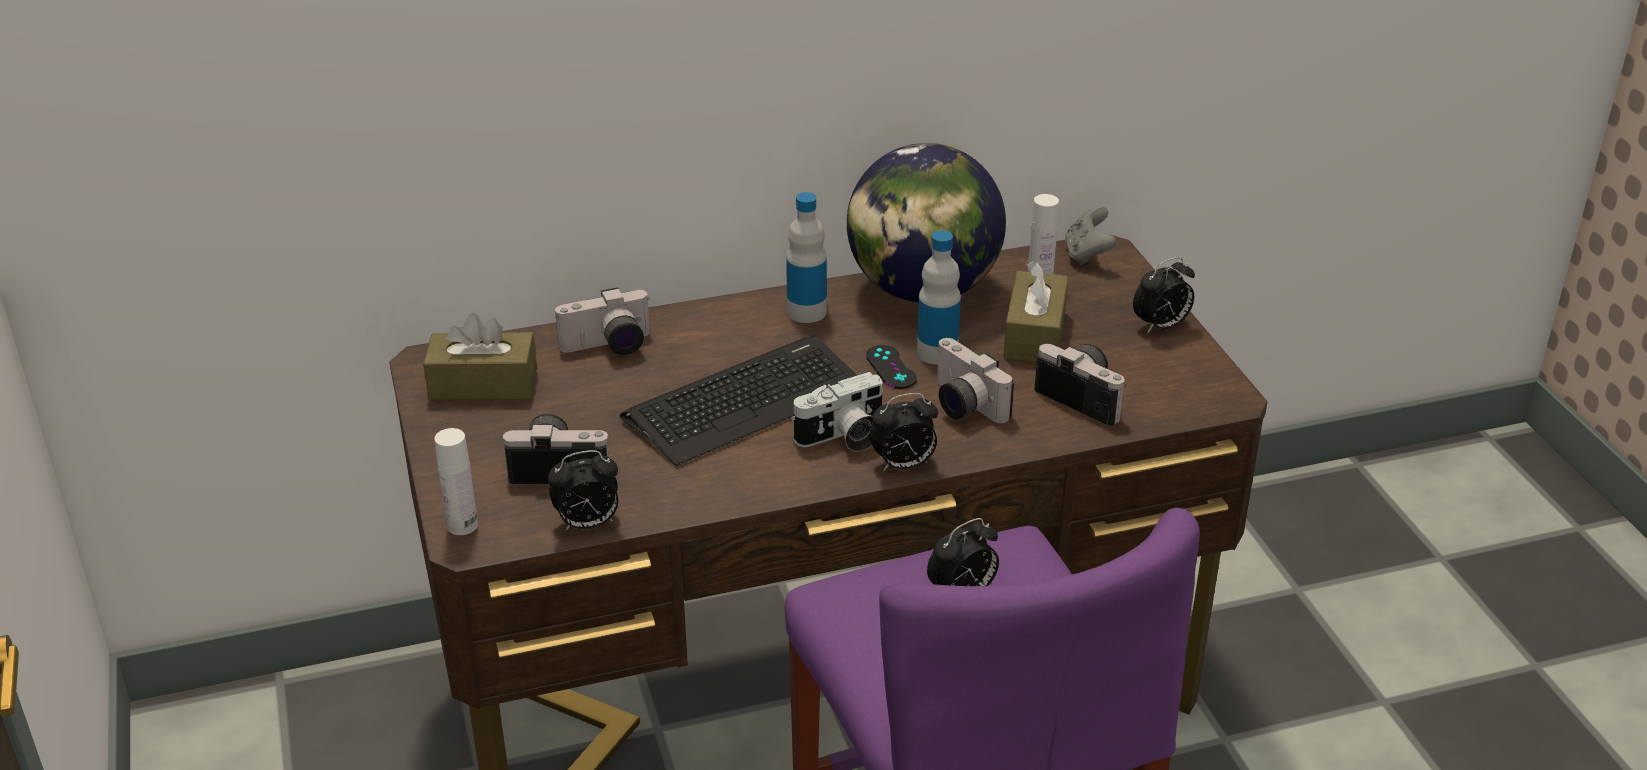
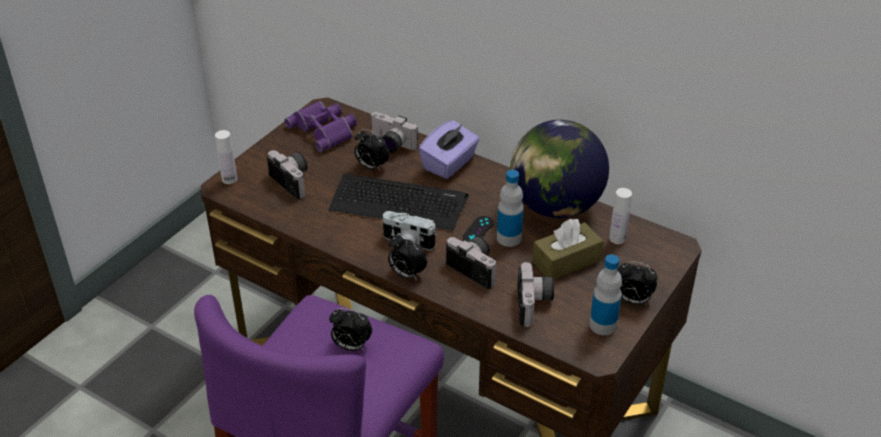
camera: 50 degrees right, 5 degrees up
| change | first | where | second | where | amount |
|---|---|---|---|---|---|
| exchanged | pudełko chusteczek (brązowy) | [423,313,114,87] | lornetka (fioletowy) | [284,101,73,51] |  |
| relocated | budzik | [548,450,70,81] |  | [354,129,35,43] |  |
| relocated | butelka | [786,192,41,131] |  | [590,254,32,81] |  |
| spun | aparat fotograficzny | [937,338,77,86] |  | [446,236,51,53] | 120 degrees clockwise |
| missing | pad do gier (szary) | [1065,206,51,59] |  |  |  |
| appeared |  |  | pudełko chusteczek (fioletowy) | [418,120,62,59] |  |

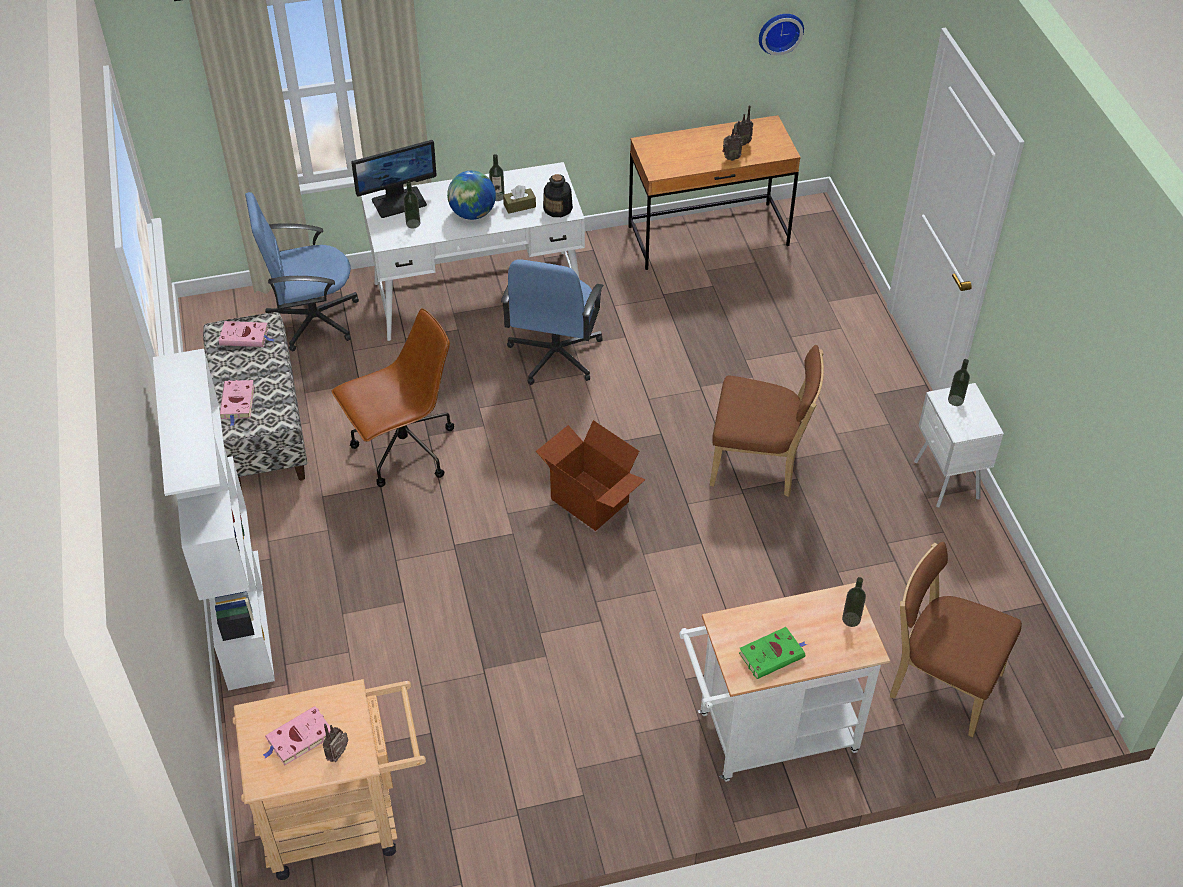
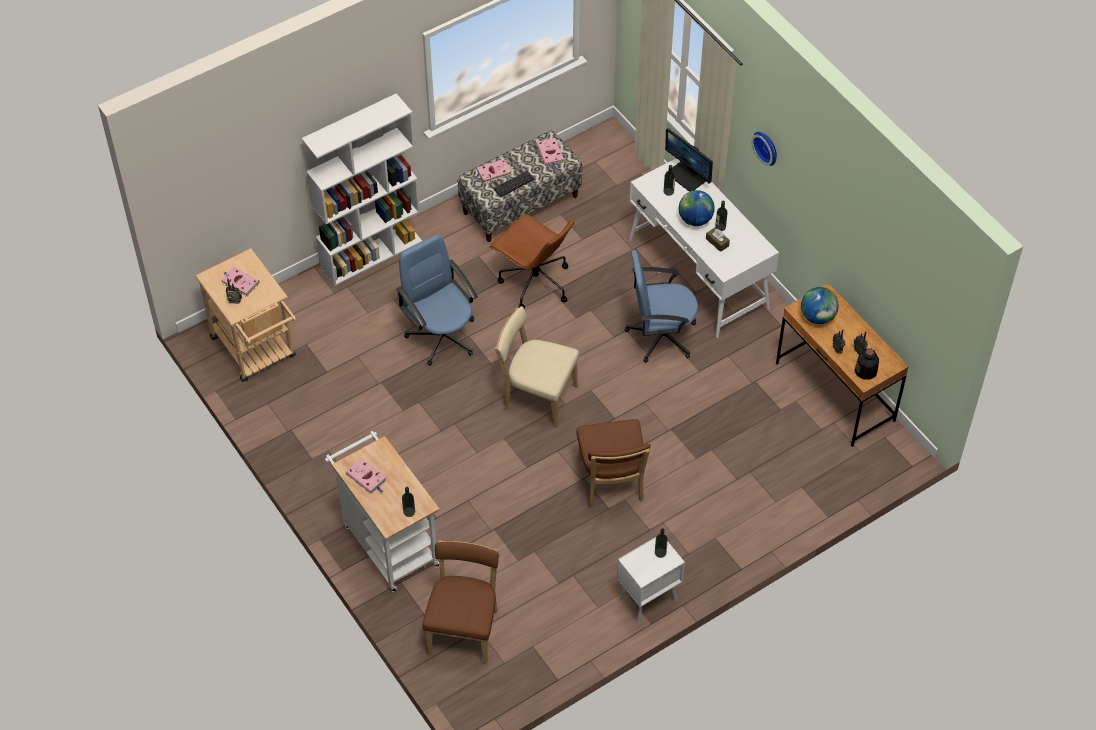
camera: 70 degrees right, 5 degrees up
| change | first | where | second | where | amount |
|---|---|---|---|---|---|
| relocated | krzesło biurowe (niebieski) | [245,192,114,159] |  | [396,235,82,131] |  |
| exchanged | karton | [536,420,110,111] | krzesło (beżowy) | [495,306,84,121] |  |
| relocated | butelka | [543,174,30,43] |  | [854,349,25,31] |  |
| colour | książka (zielony) | [739,627,68,52] | książka (różowy) | [346,458,40,36] |  |
| relocated | zegar ścienny | [759,14,45,41] |  | [752,132,25,34] |  |
| appeared |  |  | klawiatura | [494,171,40,26] |  |
| appeared |  |  | globus | [801,287,38,37] |  |

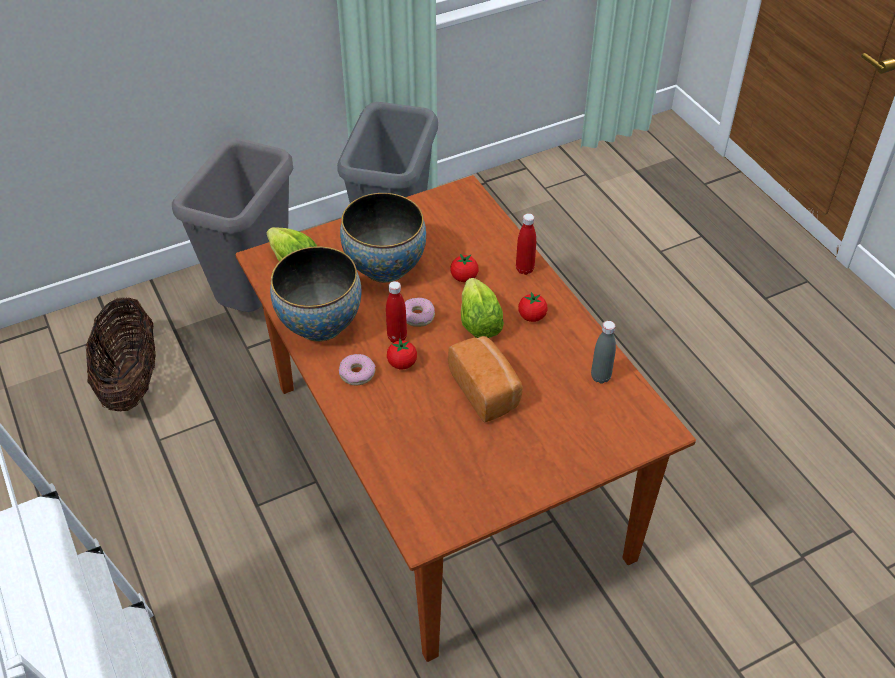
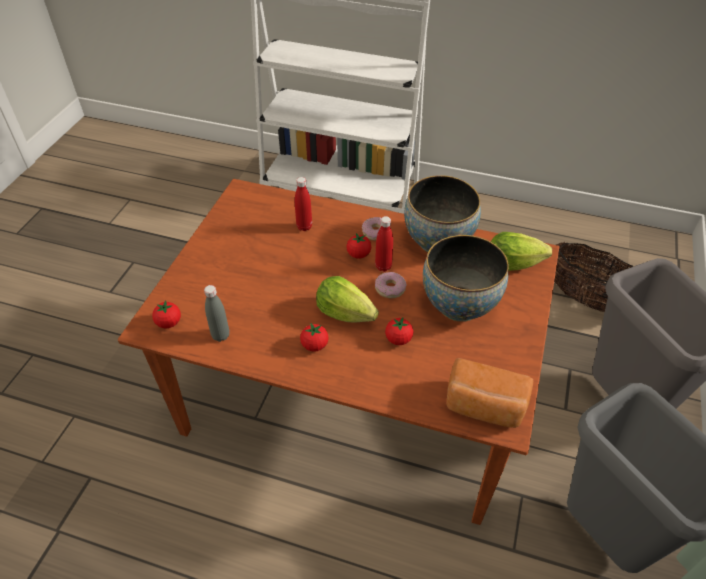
camera: 135 degrees right, 0 degrees up
| change | first | where | second | where | amount |
|---|---|---|---|---|---|
| relocated | chleb | [448,336,75,86] |  | [446,358,87,70] |  |
| relocated | butelka (czerwony) | [516,213,20,62] |  | [295,177,17,54] |  |
| appeared |  |  | pomidor | [152,300,29,29] |  |

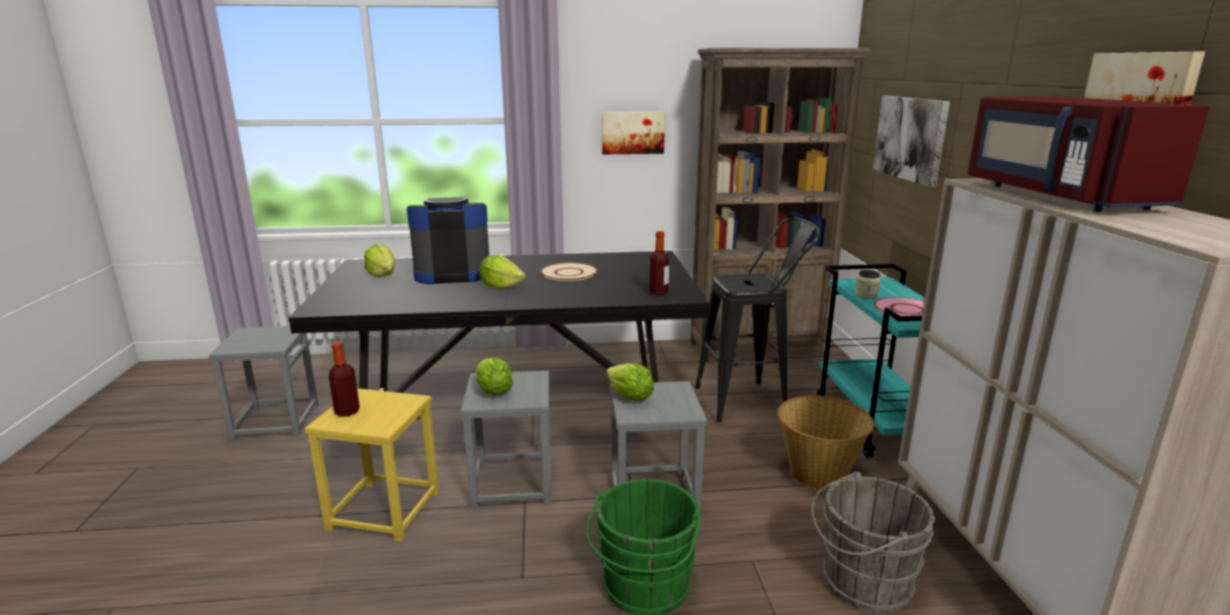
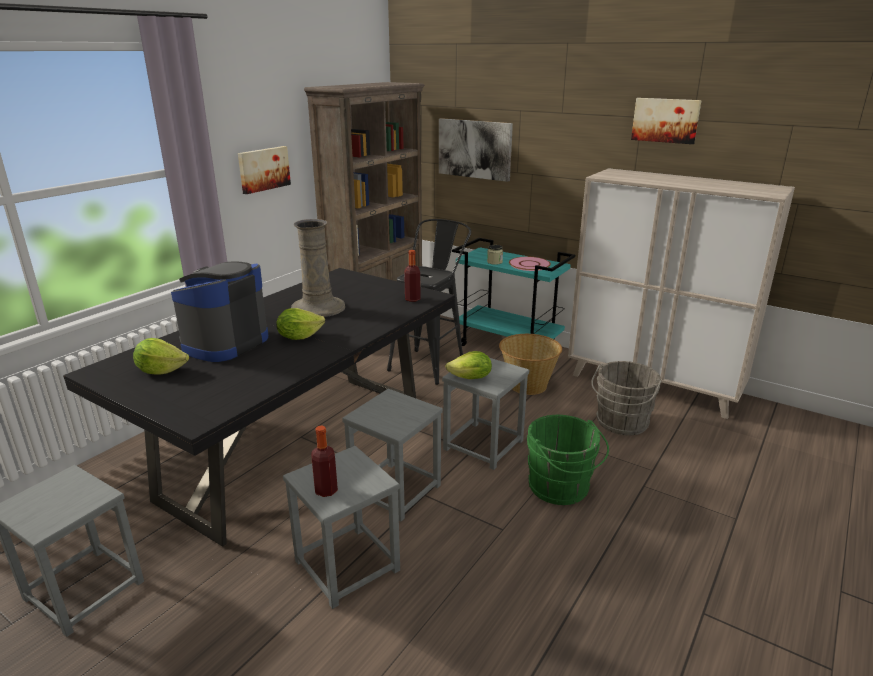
camera: 50 degrees left, 5 degrees up
| change | first | where | second | where | amount |
|---|---|---|---|---|---|
| colour | stołek (żółty) | [305,388,134,154] | stołek (szary) | [283,446,117,163] |  |
| missing | sałata | [476,358,37,37] |  |  |  |
| exchanged | talerz (beżowy) | [540,263,58,18] | wazon (beżowy) | [291,219,54,98] |  |
| missing | mikrofalówka (czerwony) | [968,96,241,116] |  |  |  |

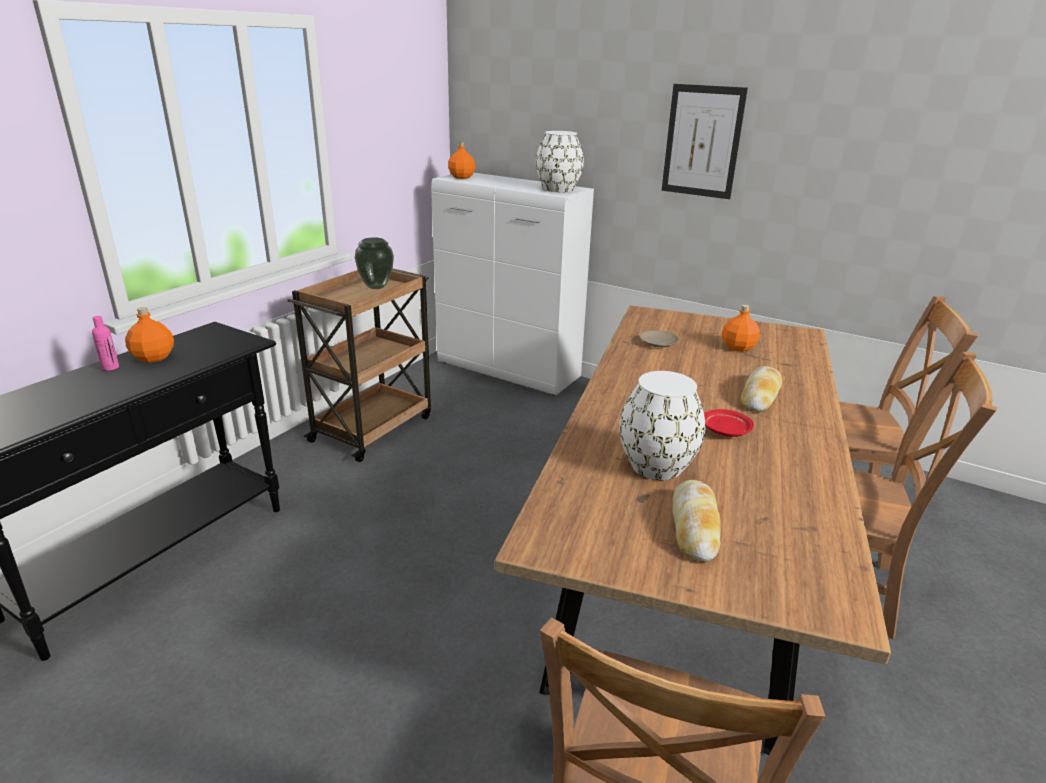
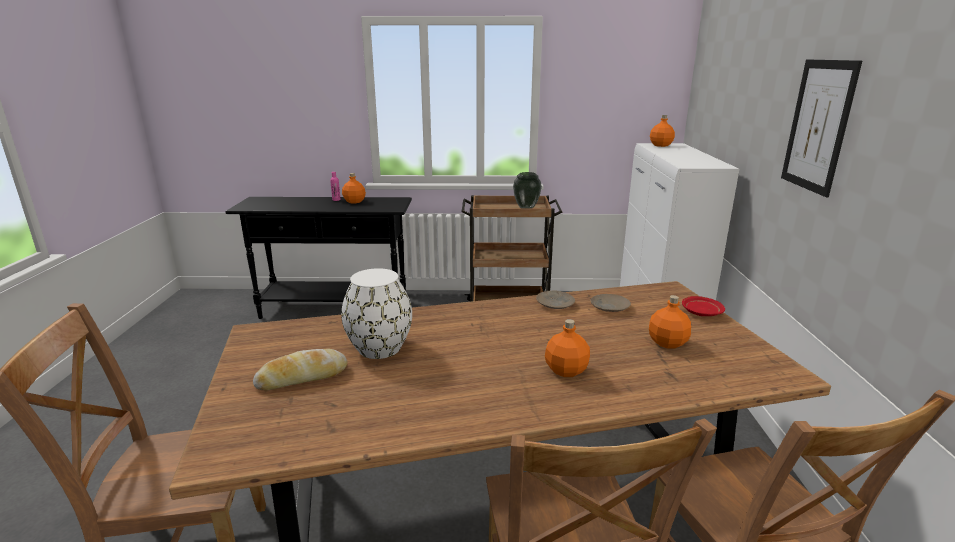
camera: 60 degrees right, 5 degrees down
| change | first | where | second | where | amount |
|---|---|---|---|---|---|
| missing | wazon (biały) | [536,131,48,61] |  |  |  |
| relocated | talerz (czerwony) | [704,409,50,28] |  | [682,296,43,20] |  |
| exchanged | chleb | [741,366,41,46] | butelka (pomarańczowy) | [545,319,45,58] |  |
| appeared |  |  | talerz (beżowy) | [536,291,39,18] |  |

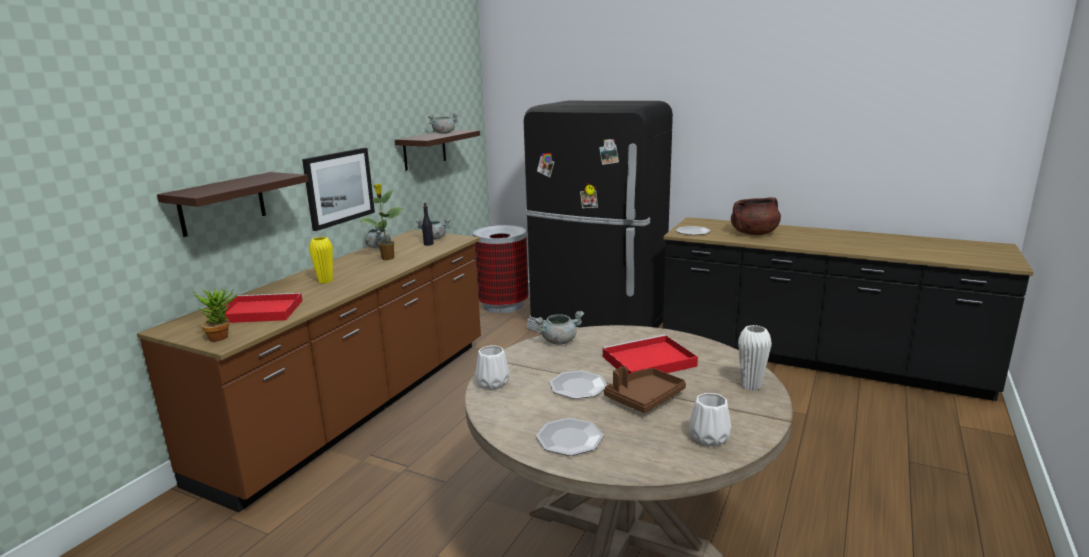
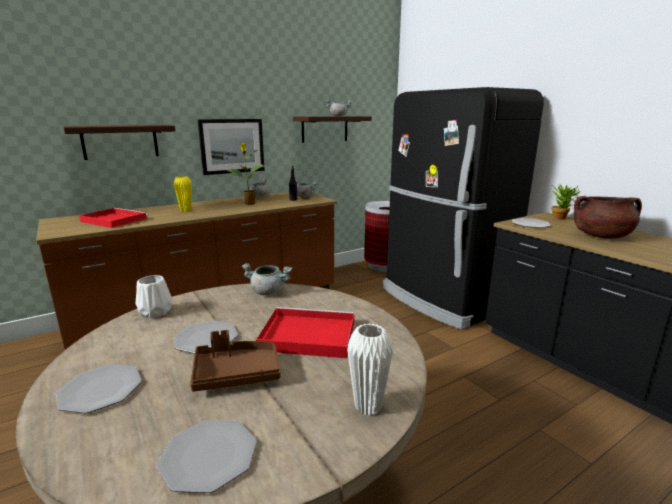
camera: 30 degrees right, 0 degrees up
| change | first | where | second | where | amount |
|---|---|---|---|---|---|
| relocated | roślina doniczkowa | [192,289,44,52] |  | [552,184,28,36] |  |
| exchanged | wazon (biały) | [689,393,42,54] | talerz | [156,420,101,73] |  |

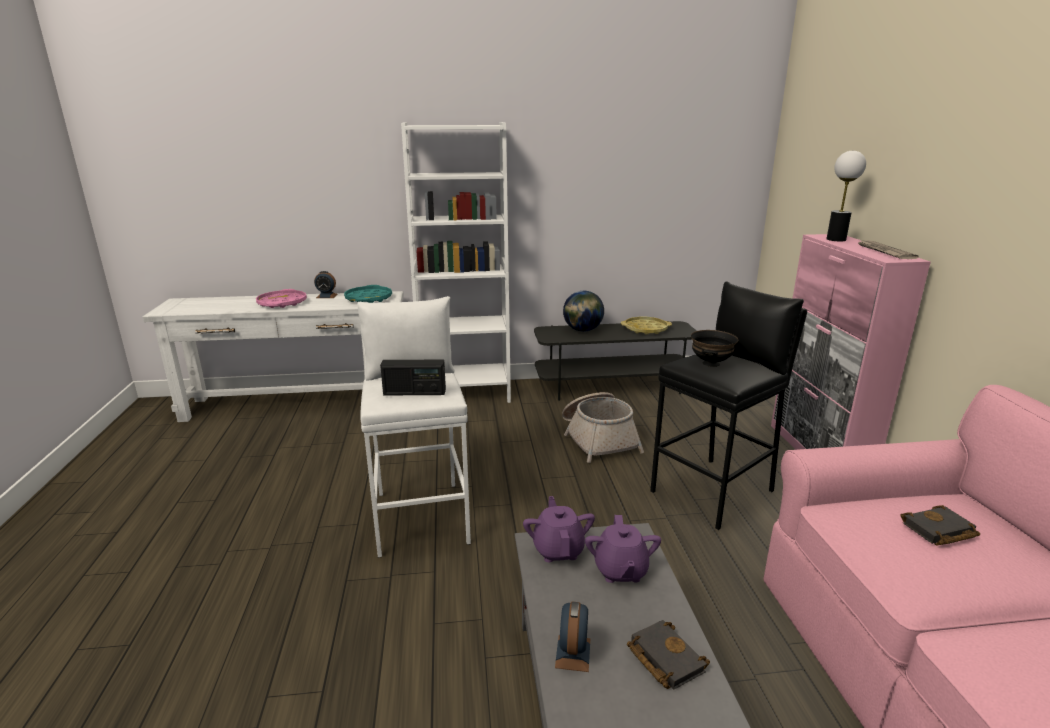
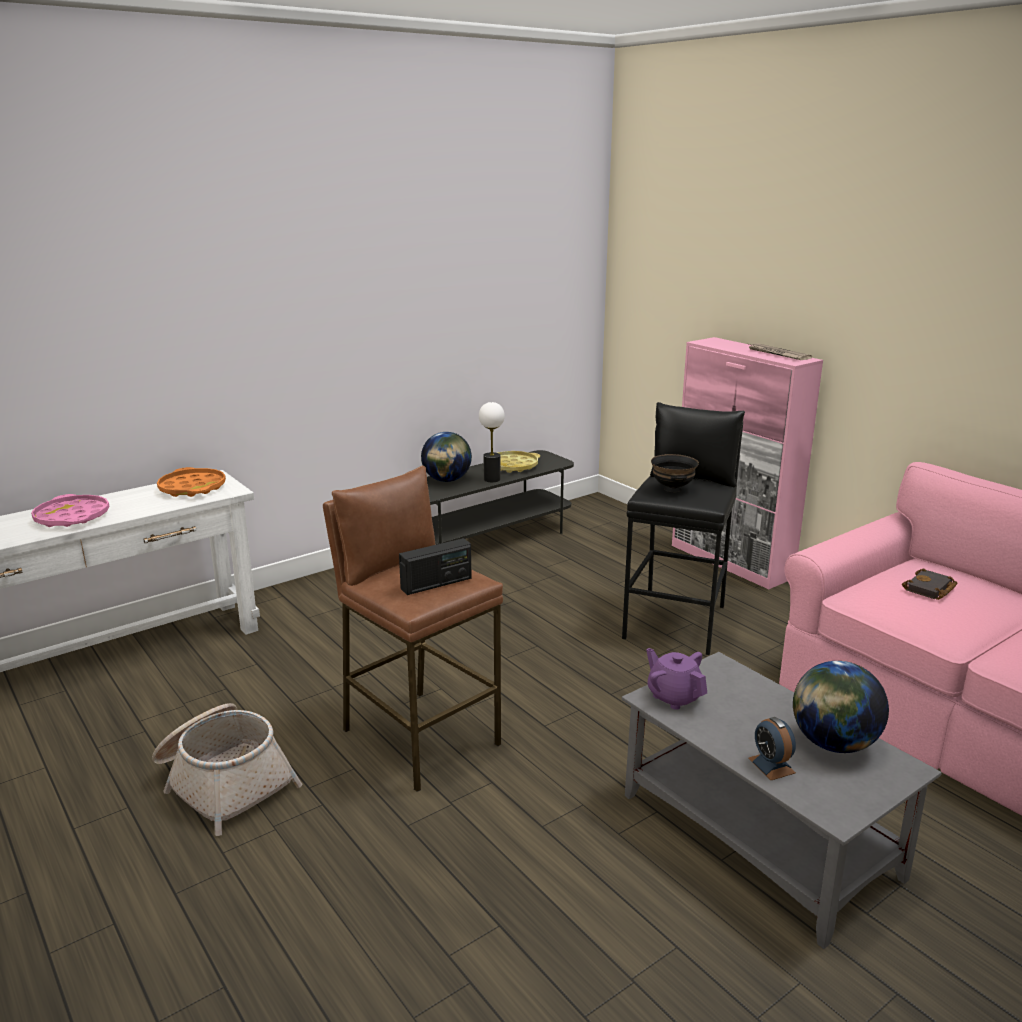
camera: 30 degrees left, 0 degrees up
| change | first | where | second | where | amount |
|---|---|---|---|---|---|
| missing | budzik | [314,271,23,27] |  |  |  |
| colour | taca (turkusowy) | [344,285,48,18] | taca (pomarańczowy) | [157,467,69,30] |  |
| colour | stołek (biały) | [357,296,114,262] | stołek (brązowy) | [323,466,180,326] |  |
| missing | regał (biały) | [401,122,110,281] |  |  |  |
| relocated | koszyk | [562,392,82,71] |  | [152,703,150,133] |  |
| missing | imbryk (fioletowy) | [585,515,76,68] |  |  |  |
| exchanged | książka (czarny) | [627,620,83,70] | globus | [793,661,96,92] |  |
| relocated | lampa stołowa | [827,151,39,90] |  | [479,402,26,80] |  |

